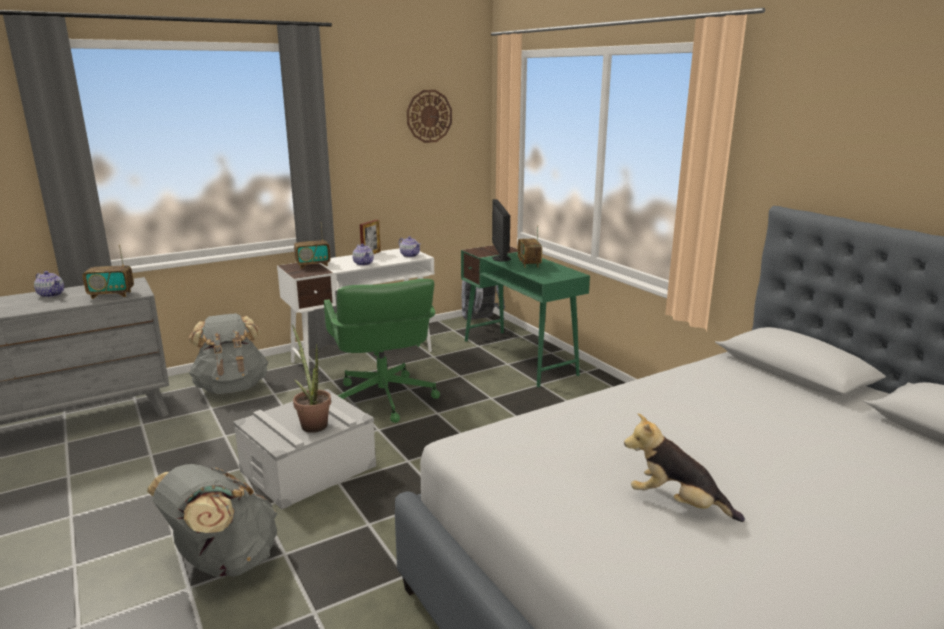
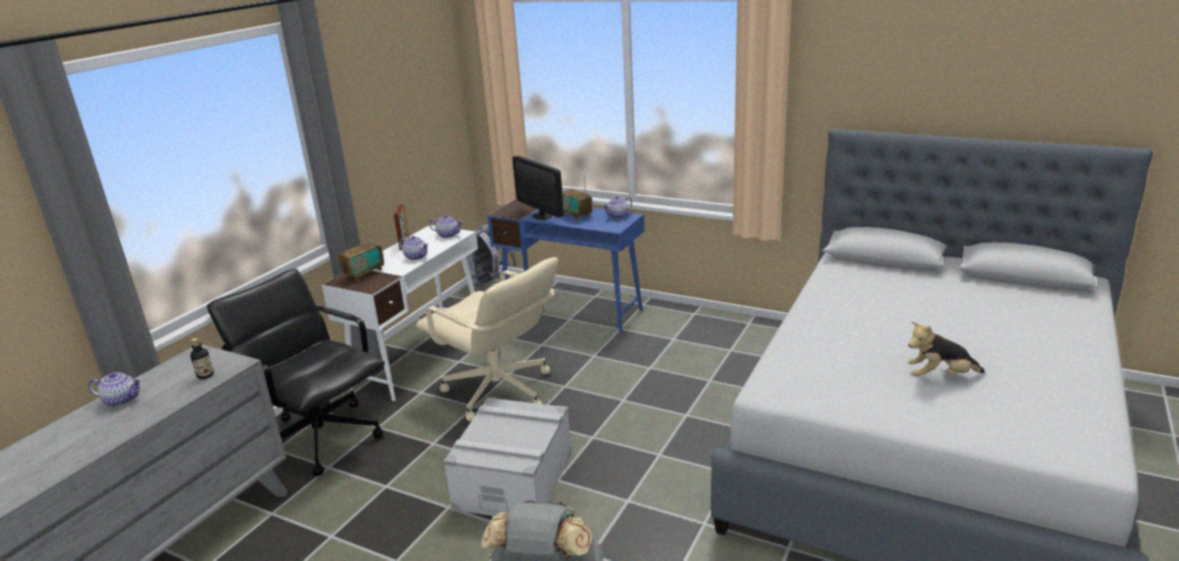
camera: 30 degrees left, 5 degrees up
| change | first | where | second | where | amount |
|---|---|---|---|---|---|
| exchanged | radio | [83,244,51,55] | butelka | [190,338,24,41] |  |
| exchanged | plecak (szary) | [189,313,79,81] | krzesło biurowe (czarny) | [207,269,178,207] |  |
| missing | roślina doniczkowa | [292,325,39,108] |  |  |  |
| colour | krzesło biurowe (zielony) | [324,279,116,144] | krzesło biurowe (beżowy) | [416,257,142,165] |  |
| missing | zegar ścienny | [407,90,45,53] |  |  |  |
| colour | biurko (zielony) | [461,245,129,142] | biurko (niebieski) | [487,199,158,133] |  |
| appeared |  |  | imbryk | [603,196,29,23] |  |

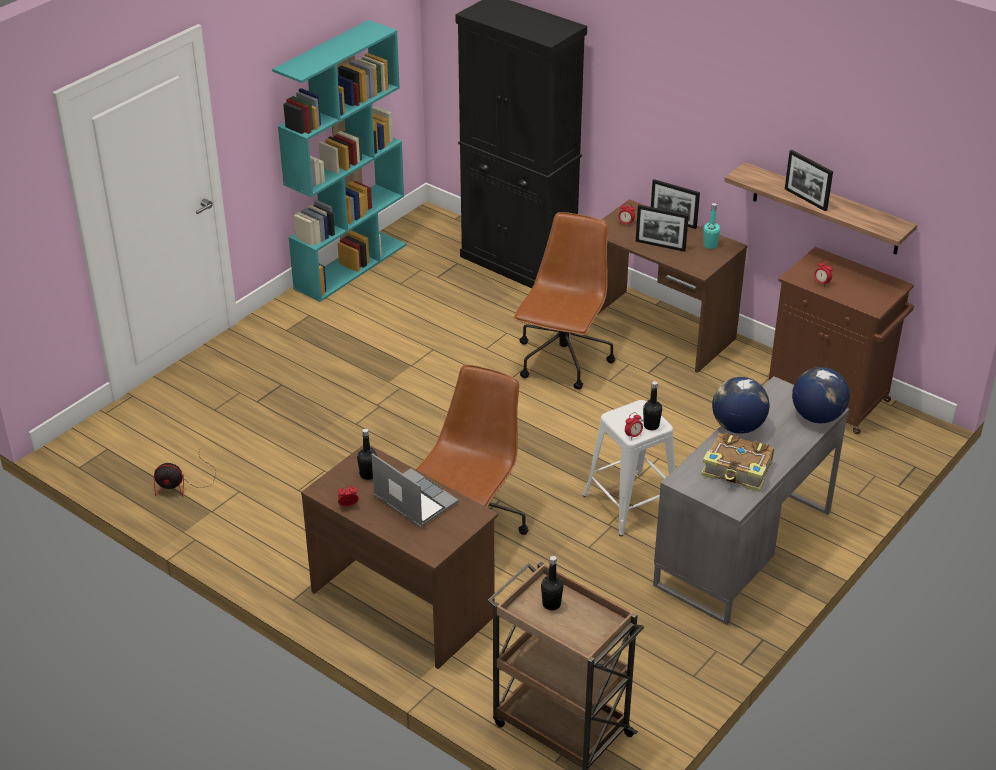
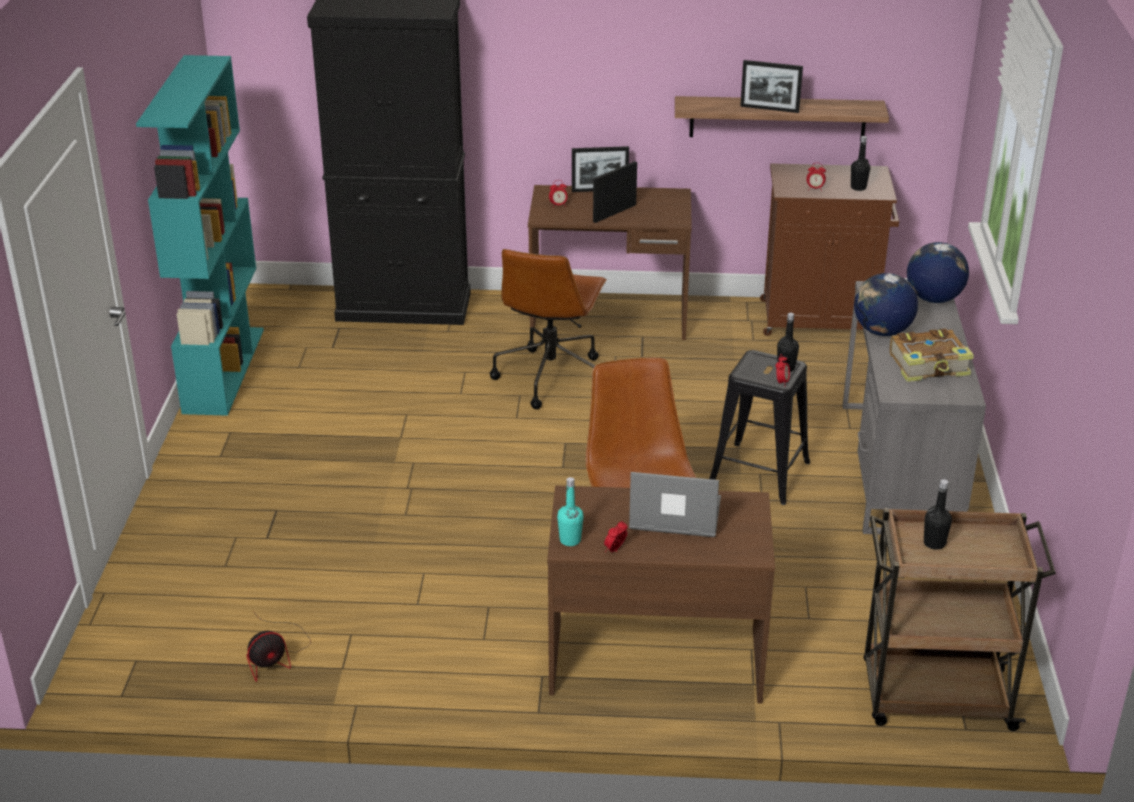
camera: 35 degrees left, 5 degrees down
| change | first | where | second | where | amount |
|---|---|---|---|---|---|
| relocated | butelka (czarny) | [357,428,20,52] |  | [851,136,19,55] |  |
| spun | krzesło biurowe (brązowy) | [514,212,102,178] |  | [490,249,117,160] | 150 degrees counterclockwise |
| colour | stołek (biały) | [583,400,92,136] | stołek (czarny) | [709,350,101,155] |  |
| spun | ramka na zdjęcie | [636,205,53,47] |  | [593,161,44,62] | 150 degrees clockwise |
| relocated | butelka (turkusowy) | [703,203,17,46] |  | [557,477,27,69] |  |

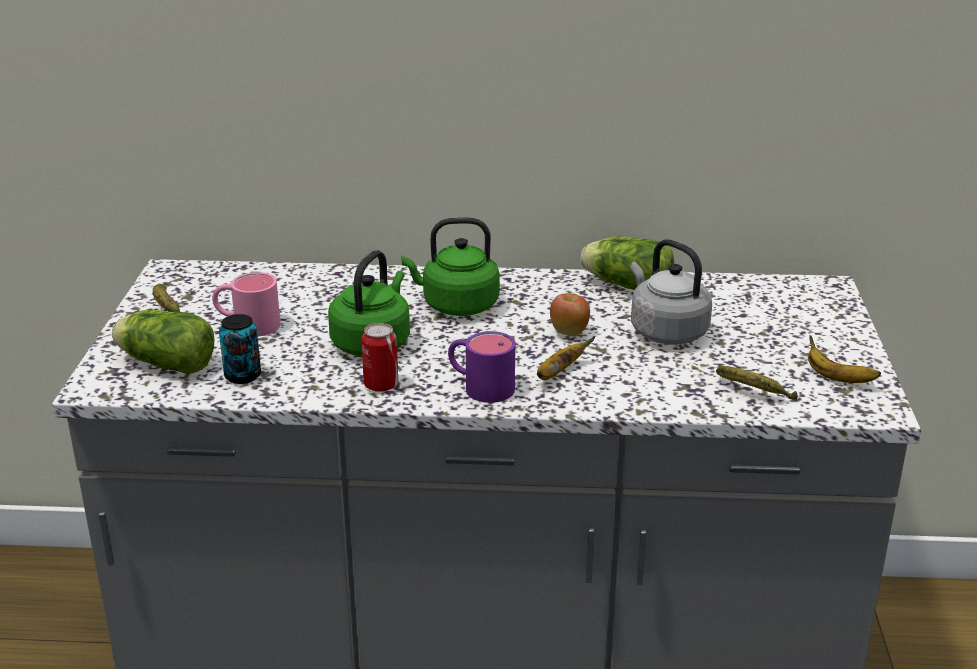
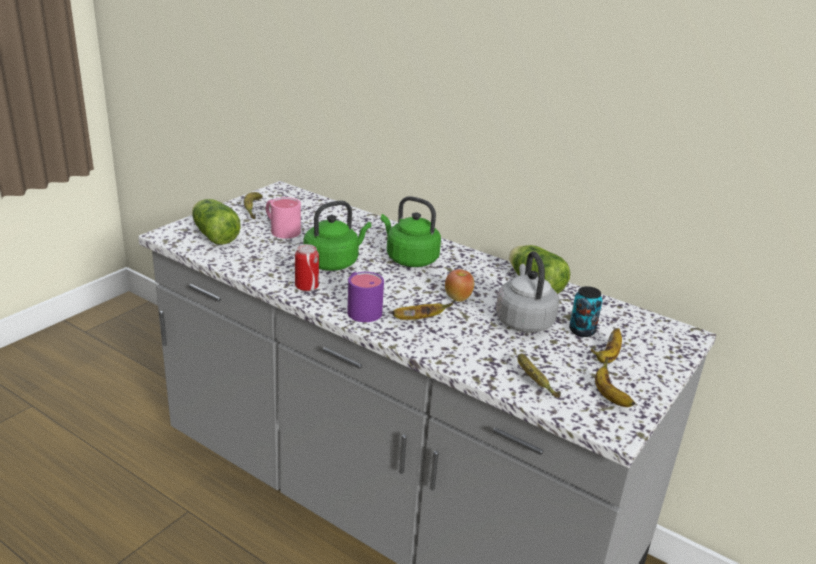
camera: 30 degrees right, 0 degrees up
| change | first | where | second | where | amount |
|---|---|---|---|---|---|
| relocated | puszka | [219,314,42,70] |  | [569,286,34,51] |  |
| appeared |  |  | banan | [591,328,31,35] |  |

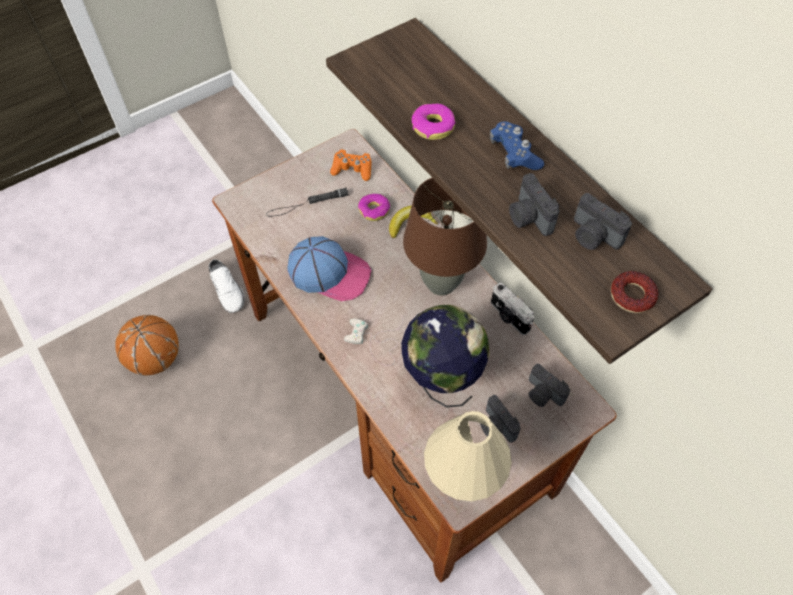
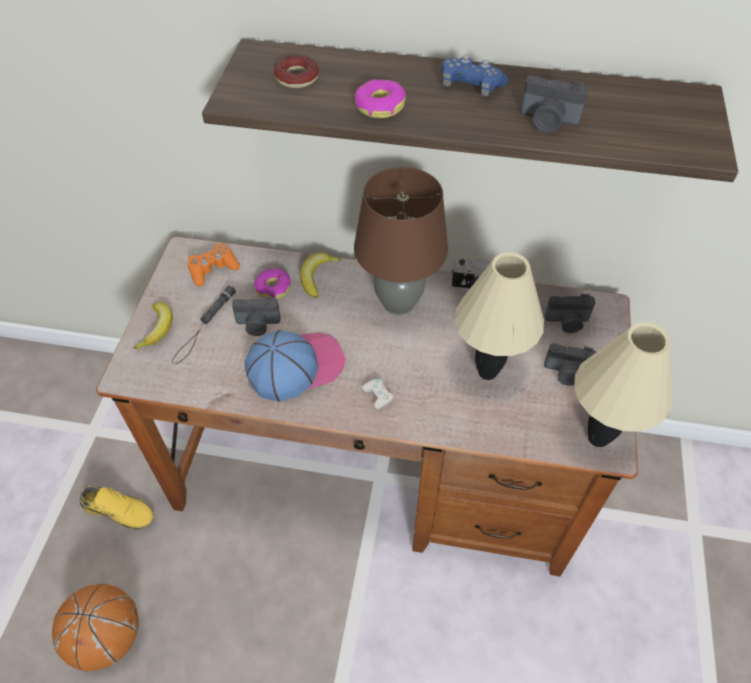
camera: 45 degrees left, 5 degrees down
| change | first | where | second | where | amount |
|---|---|---|---|---|---|
| colour | but (biały) | [209,259,36,54] | but (żółty) | [80,486,74,44] |  |
| exchanged | globus | [401,304,89,104] | lampa stołowa (beżowy) | [454,252,90,128] |  |
| relocated | aparat fotograficzny | [574,193,58,57] |  | [232,296,49,40] |  |
| relocated | donut | [611,271,47,42] |  | [274,55,45,33] |  |
| appeared |  |  | banan | [133,302,40,47] |  |

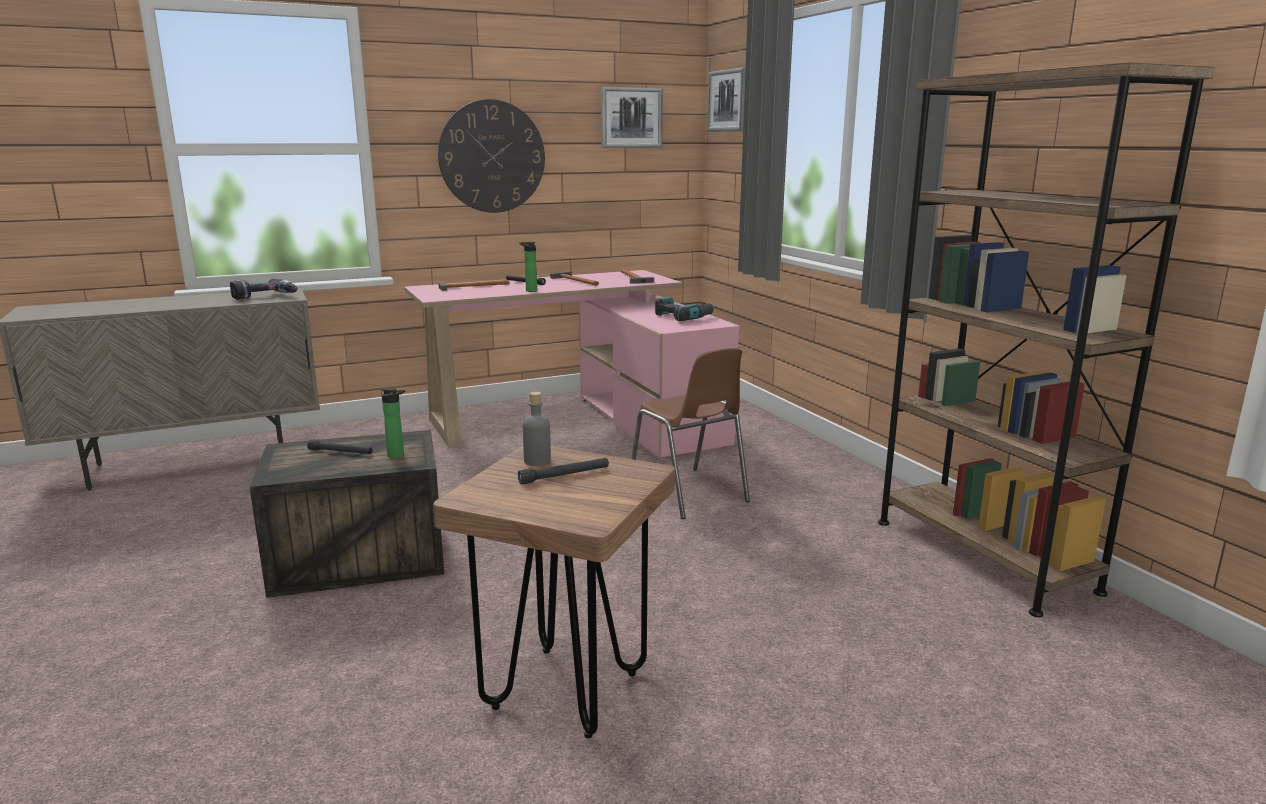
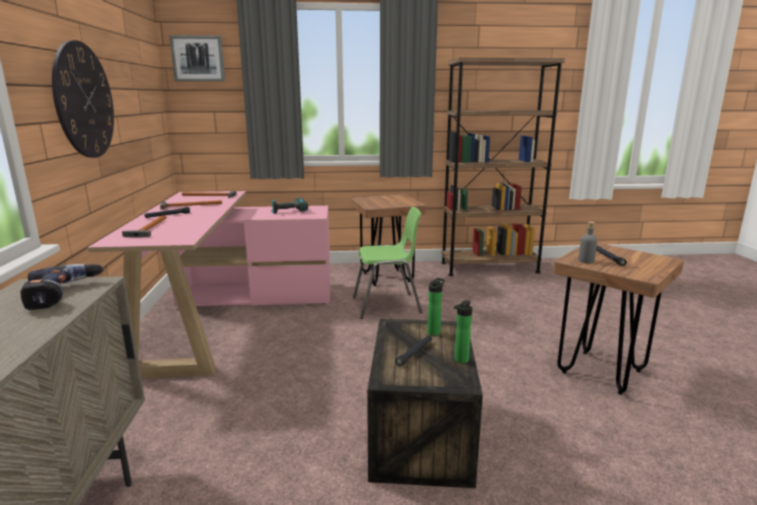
camera: 70 degrees left, 0 degrees up
| change | first | where | second | where | amount |
|---|---|---|---|---|---|
| relocated | butelka | [519,242,18,50] |  | [454,300,18,63] |  |
| missing | obraz | [601,87,62,61] |  |  |  |
| colour | krzesło (brązowy) | [631,348,119,171] | krzesło (zielony) | [353,207,69,112] |  |
| appeared |  |  | stołek (brązowy) | [351,195,75,91] |  |

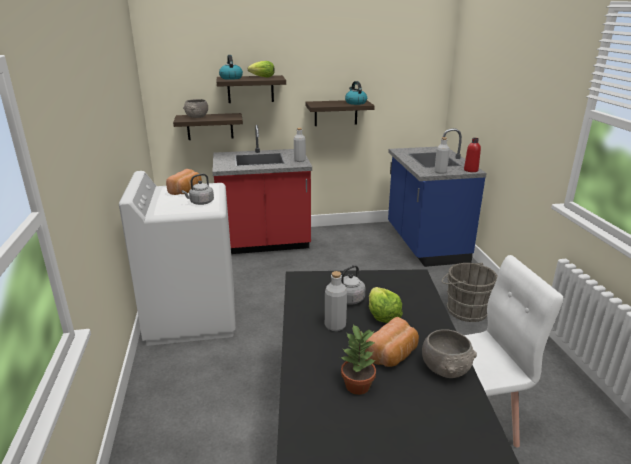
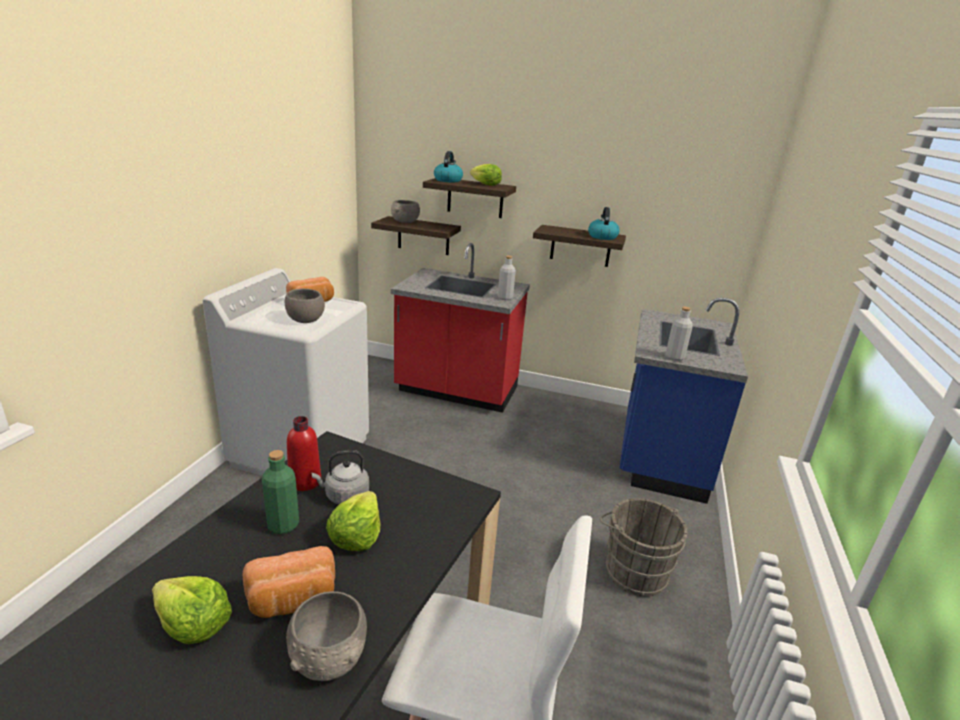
camera: 25 degrees right, 0 degrees up
| change | first | where | second | where | amount |
|---|---|---|---|---|---|
| exchanged | czajnik (szary) | [182,174,32,31] | miska (szary) | [285,288,40,35] |  |
| colour | butelka (szary) | [325,271,22,60] | butelka (zielony) | [262,450,37,84] |  |
| exchanged | roślina doniczkowa | [340,324,36,71] | sałata | [152,576,80,68] |  |
| relocated | butelka (czerwony) | [464,138,17,34] |  | [287,416,34,75] |  |

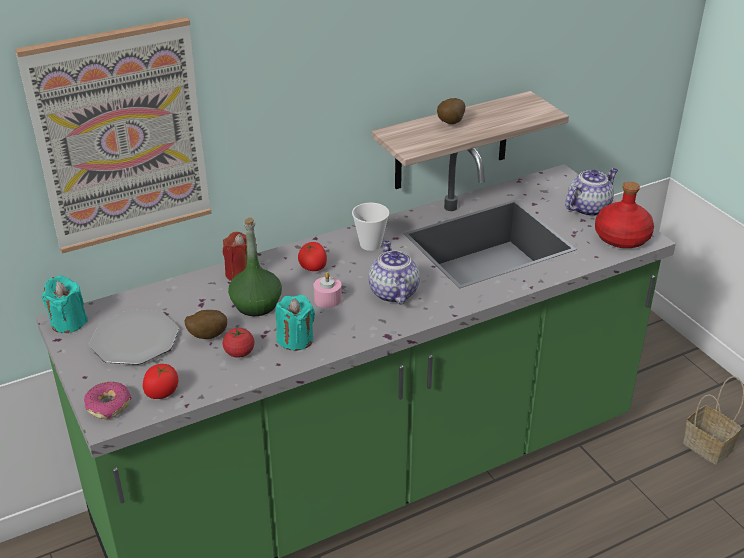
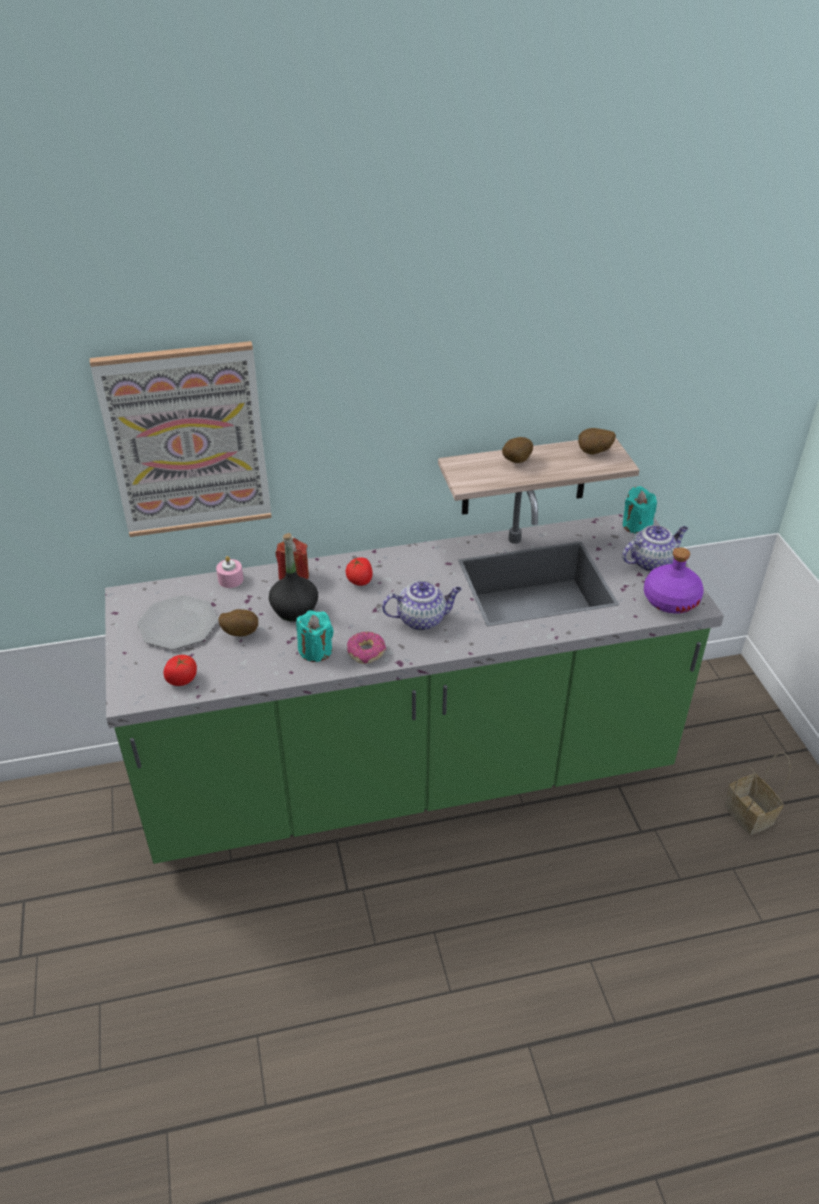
camera: 15 degrees right, 5 degrees up
| change | first | where | second | where | amount |
|---|---|---|---|---|---|
| relocated | świeca (turkusowy) | [41,275,47,58] |  | [623,486,34,48] |  |
| relocated | donut | [84,382,48,37] |  | [347,632,39,32] |  |
| missing | pomidor | [223,328,32,30] |  |  |  |
| colour | butelka (zielony) | [228,218,54,98] | butelka (czarny) | [269,533,49,89] |  |
| relocated | świeca (różowy) | [313,272,29,36] |  | [216,556,27,32] |  |
| missing | filiżanka | [352,203,37,48] |  |  |  |
| spun | imbryk | [368,240,52,65] |  | [382,581,80,50] | 75 degrees clockwise |
| colour | butelka (czerwony) | [595,181,59,67] | butelka (fioletowy) | [644,547,60,67] |  |
| appeared |  |  | ziemniak | [578,428,38,26] |  |

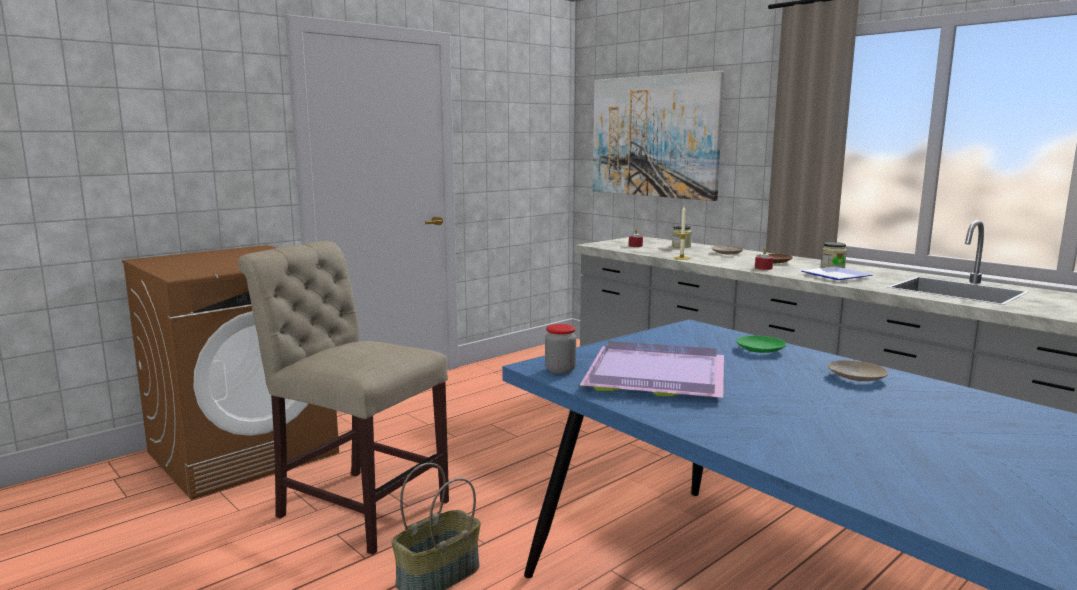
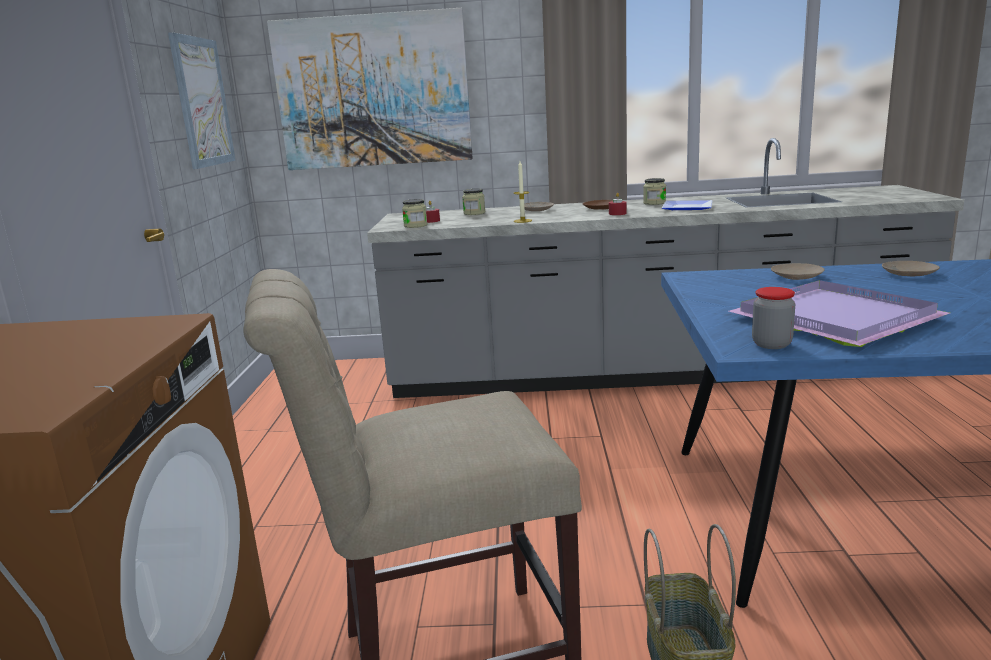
camera: 45 degrees left, 5 degrees up
| change | first | where | second | where | amount |
|---|---|---|---|---|---|
| colour | talerz (zielony) | [736,335,51,18] | talerz (beżowy) | [771,263,54,17] |  |
| appeared |  |  | obraz | [168,32,67,137] |  |
| appeared |  |  | słoik | [402,199,25,29] |  |

